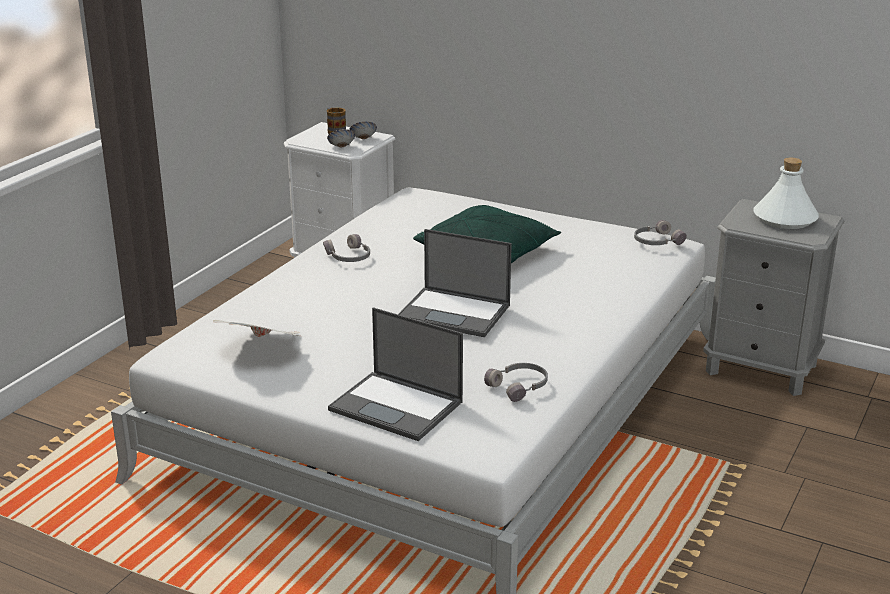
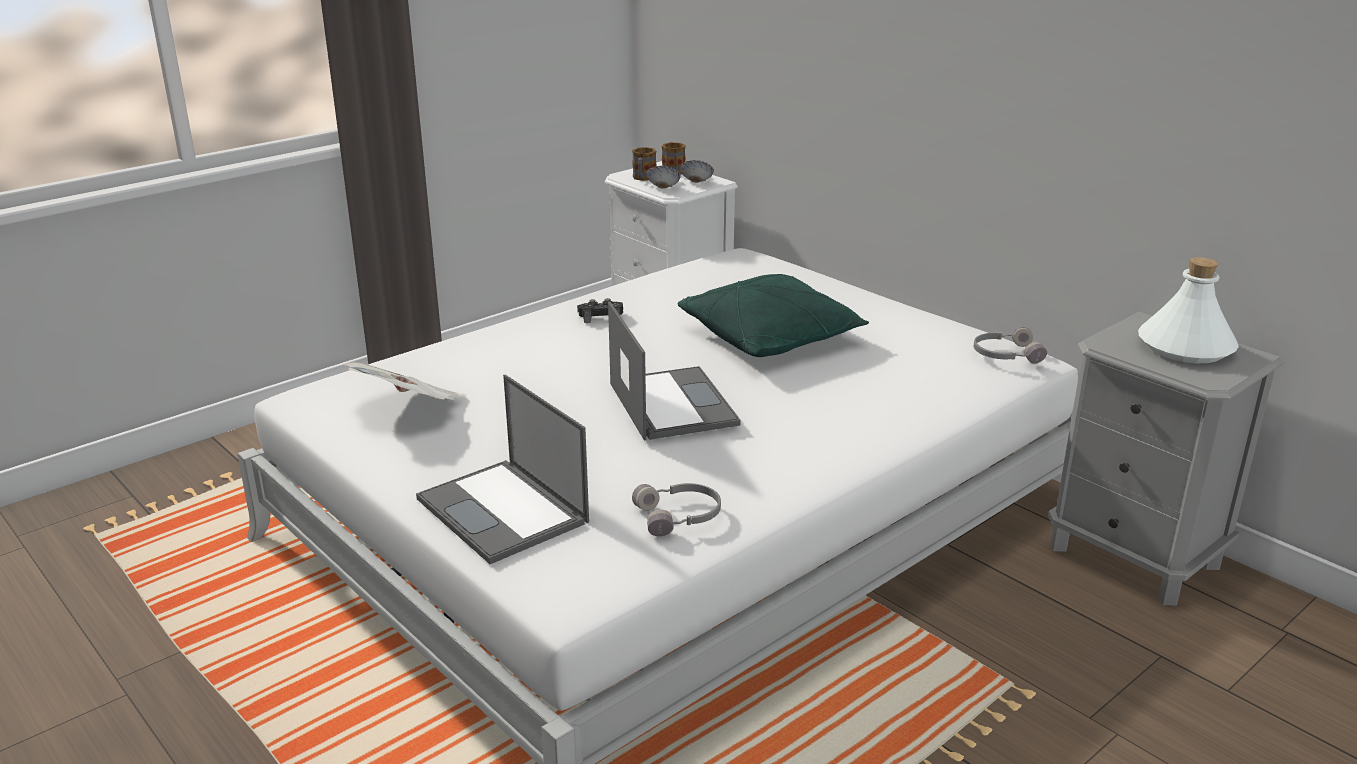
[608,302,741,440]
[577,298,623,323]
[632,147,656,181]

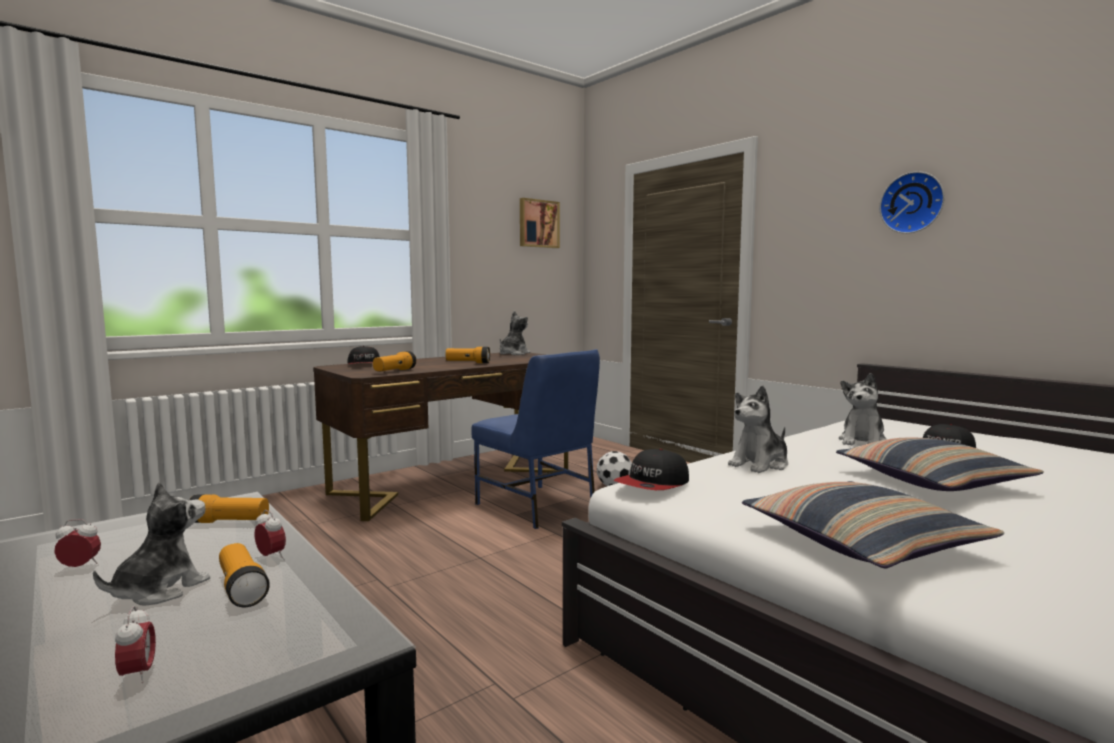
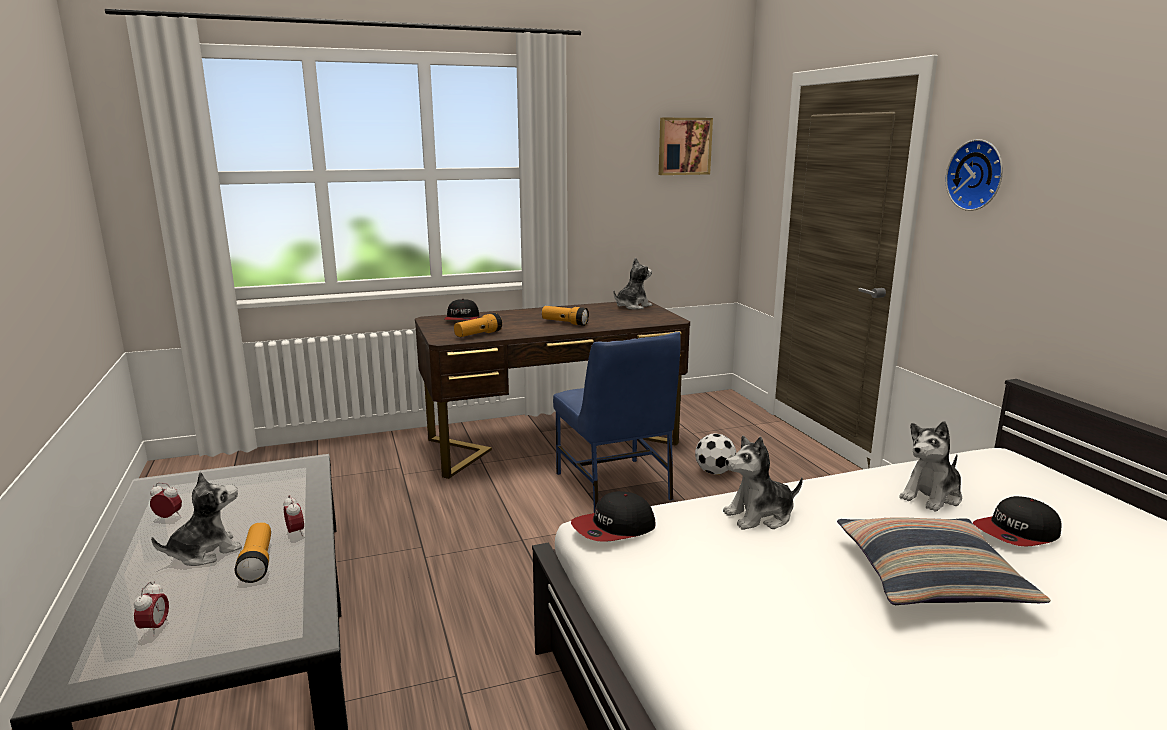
[946,139,1003,211]
[742,481,1005,569] (first image)
[189,494,269,523] (first image)

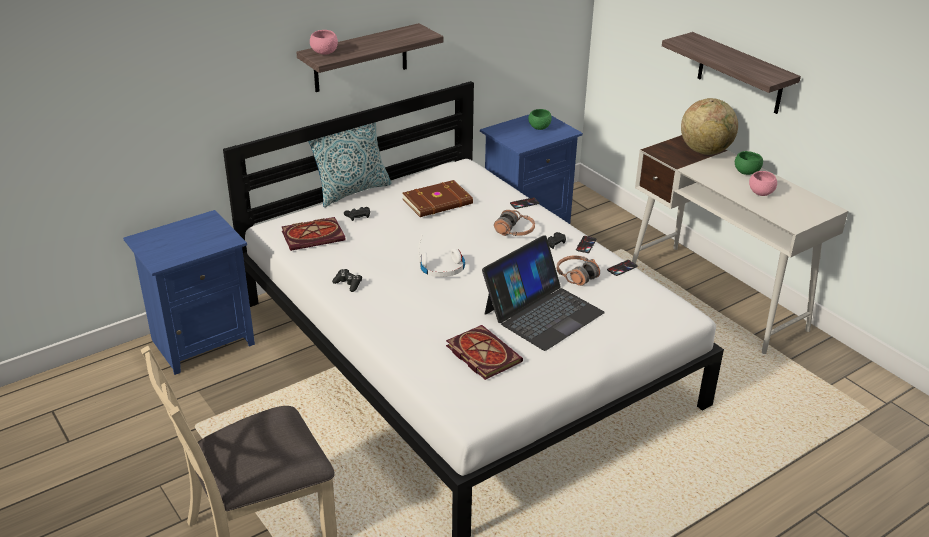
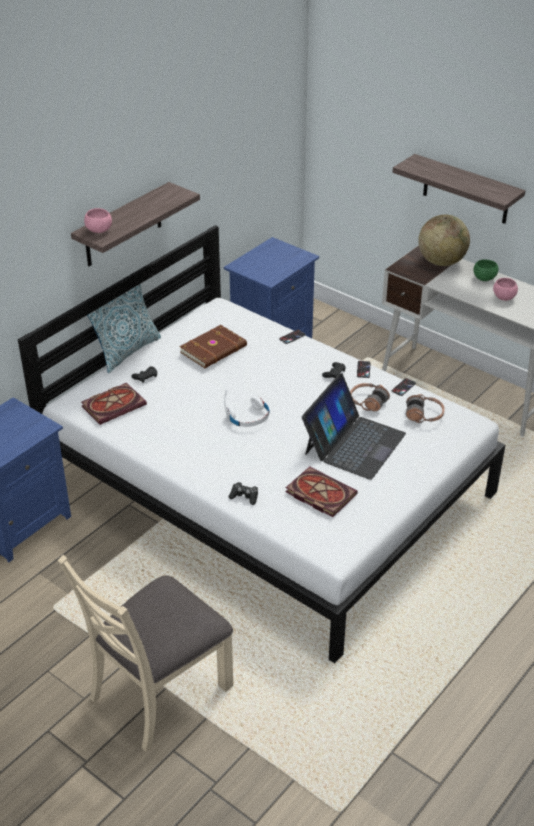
[528,109,552,130] (first image)
[406,394,444,423]
[229,482,258,505]

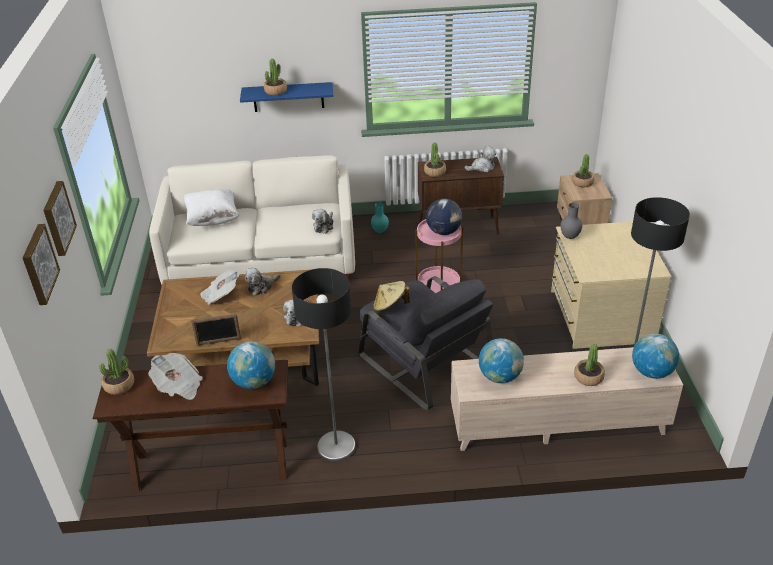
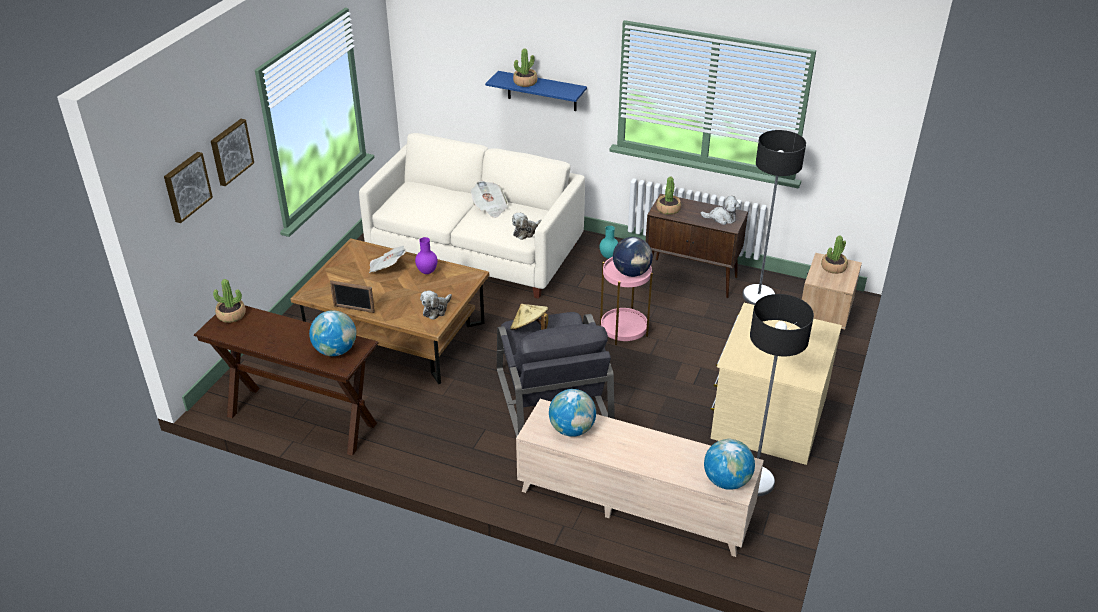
[183,189,239,226] (first image)
[561,203,582,239] (first image)
[415,237,437,274]
[742,130,806,305]
[574,344,605,386] (first image)
[471,180,509,218]

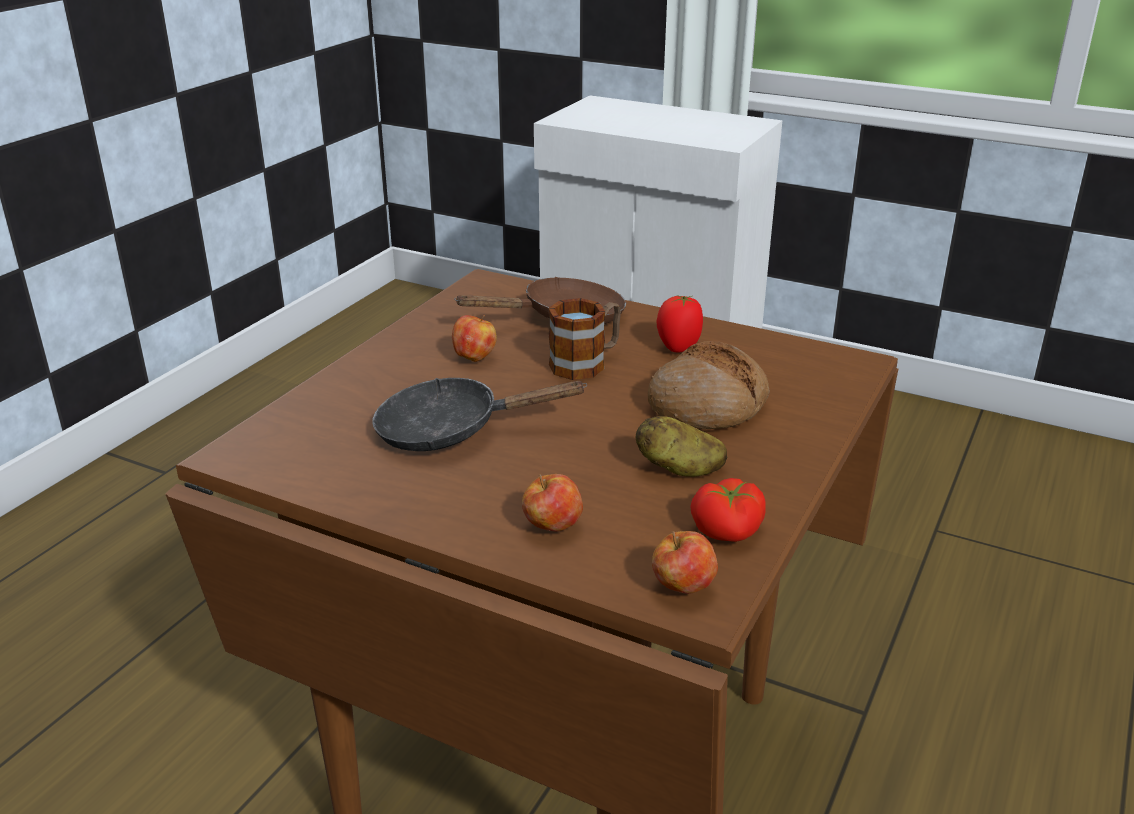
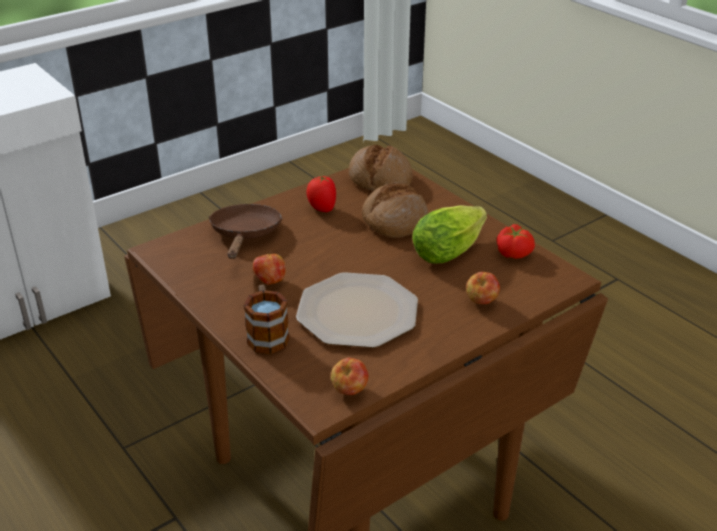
[244,285,289,354]
[296,272,418,348]
[412,205,487,264]
[331,358,368,395]
[349,145,413,191]

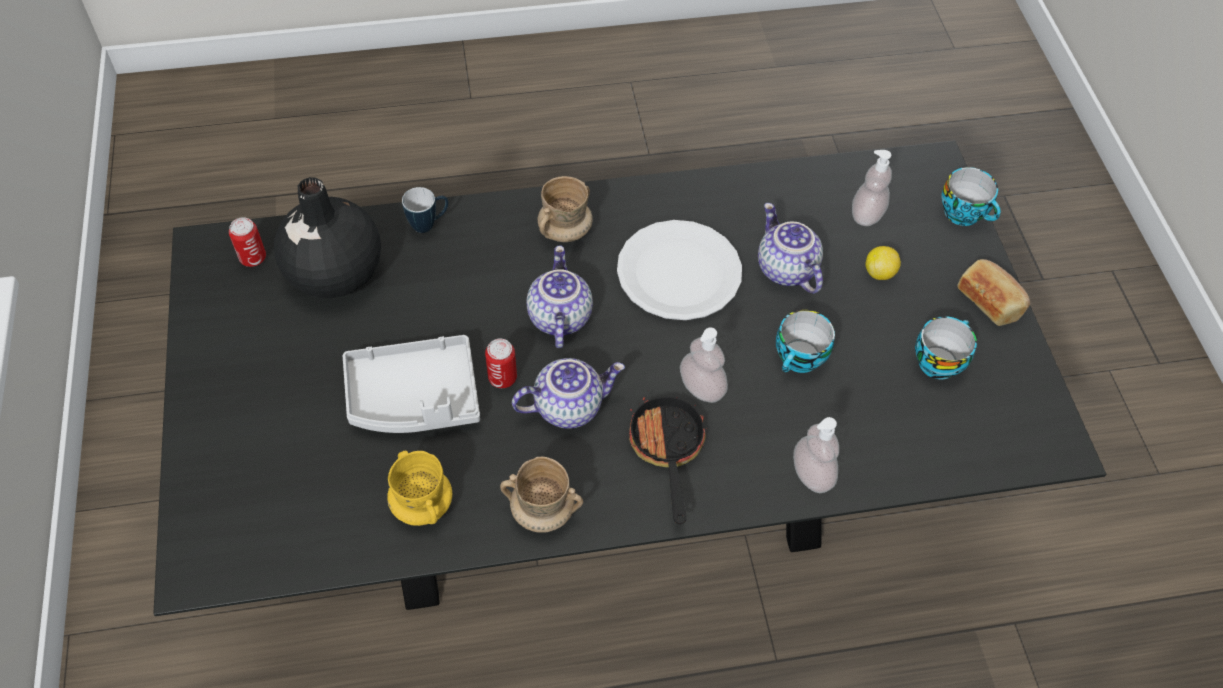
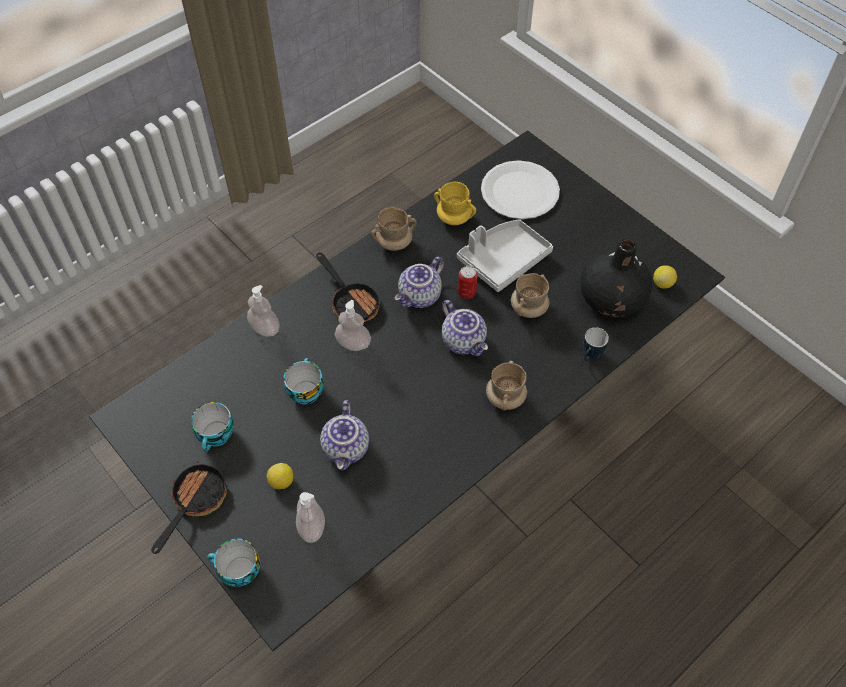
[320,400,369,471]
[653,265,677,288]
[481,160,560,219]
[151,461,227,554]
[511,273,549,318]

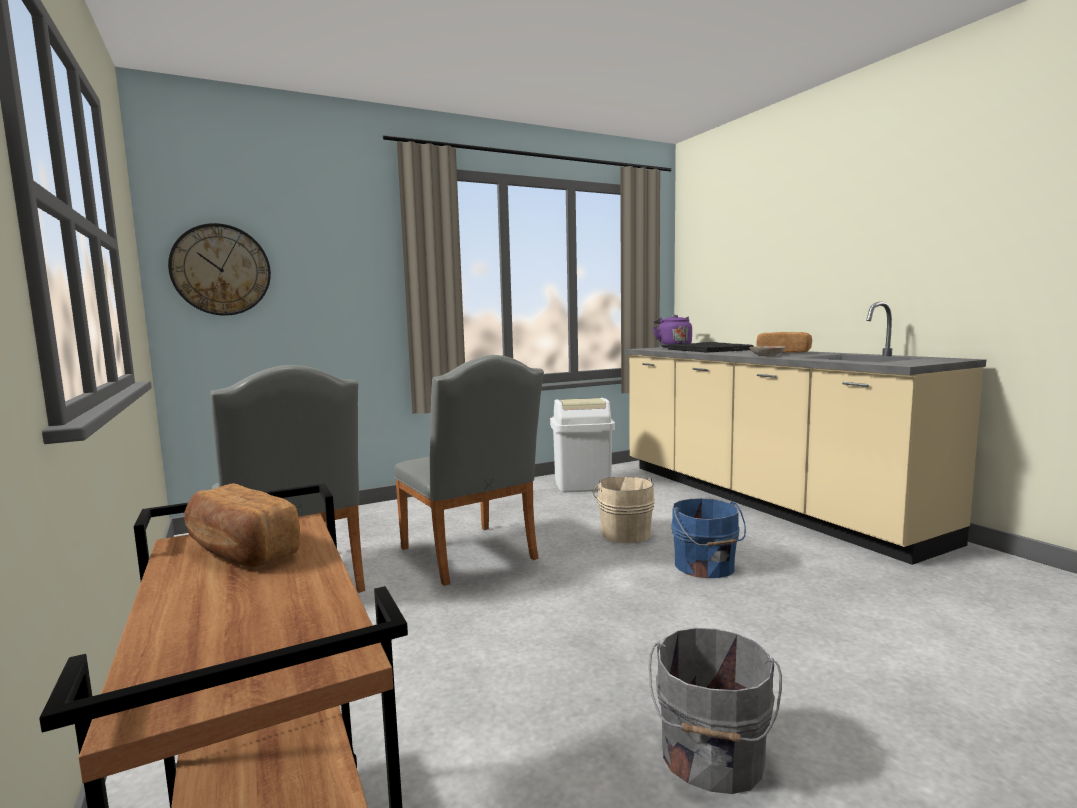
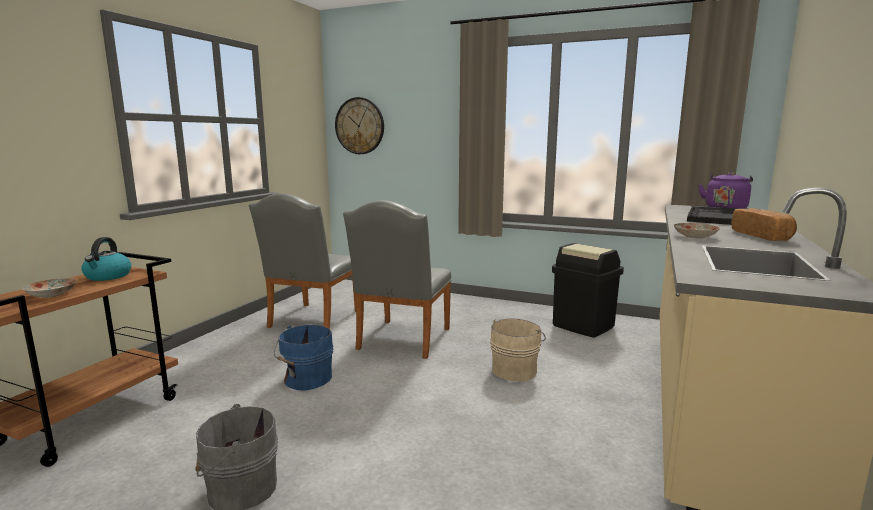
[552,243,624,338]
[81,237,131,281]
[274,325,334,391]
[22,278,77,298]

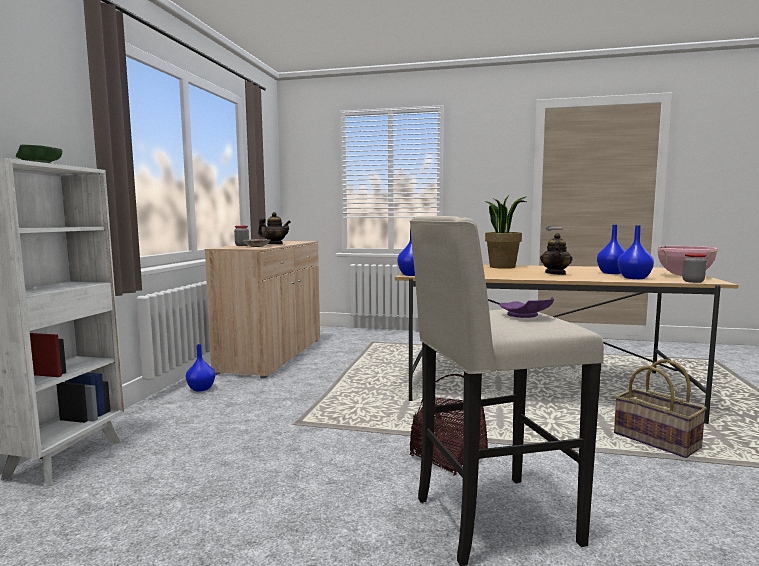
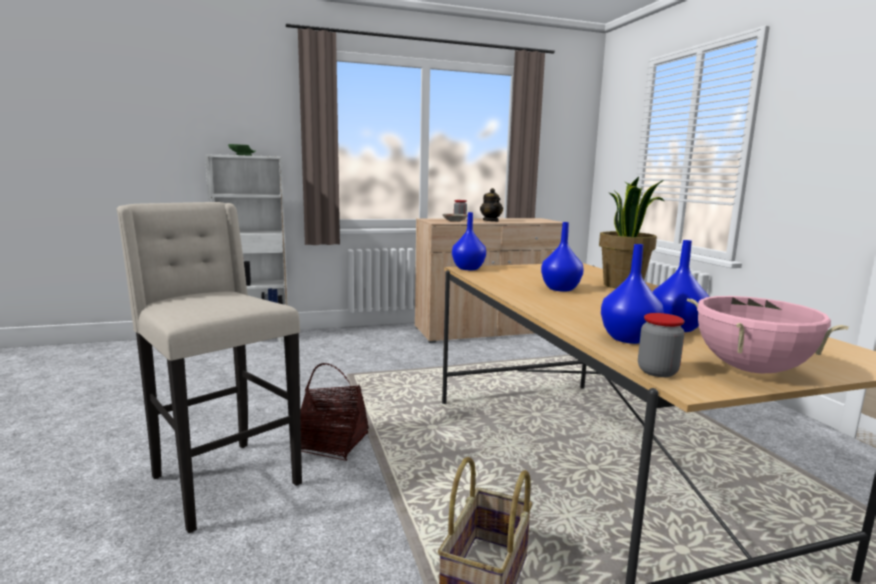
[540,233,573,275] (first image)
[500,297,554,318] (first image)
[541,222,584,292]

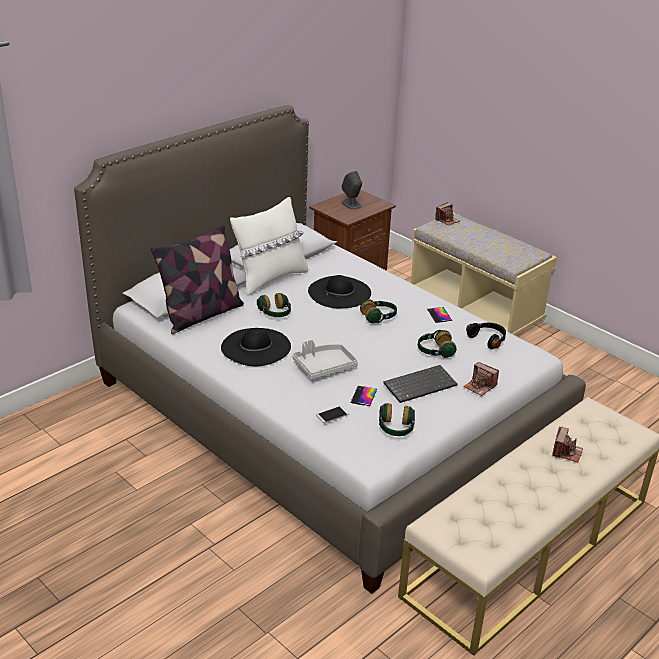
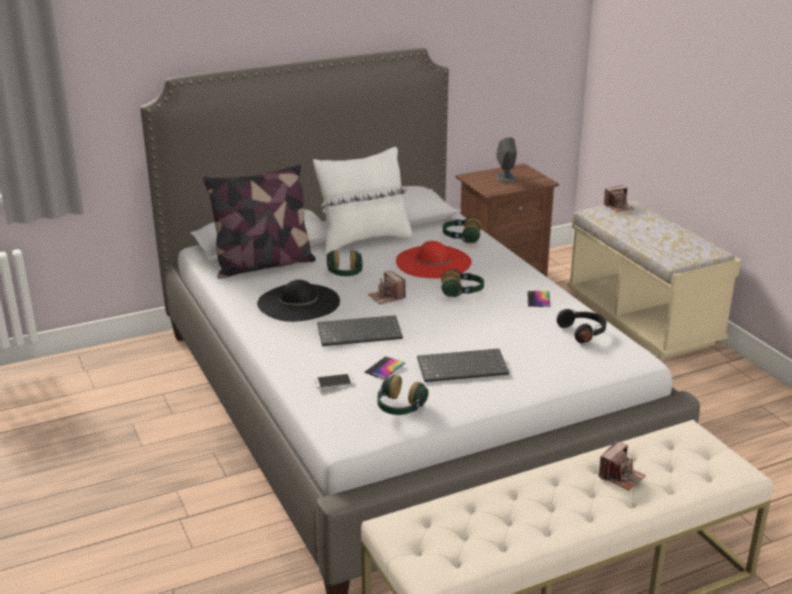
[396,241,472,278]
[443,217,482,243]
[317,315,403,346]
[368,270,406,304]

